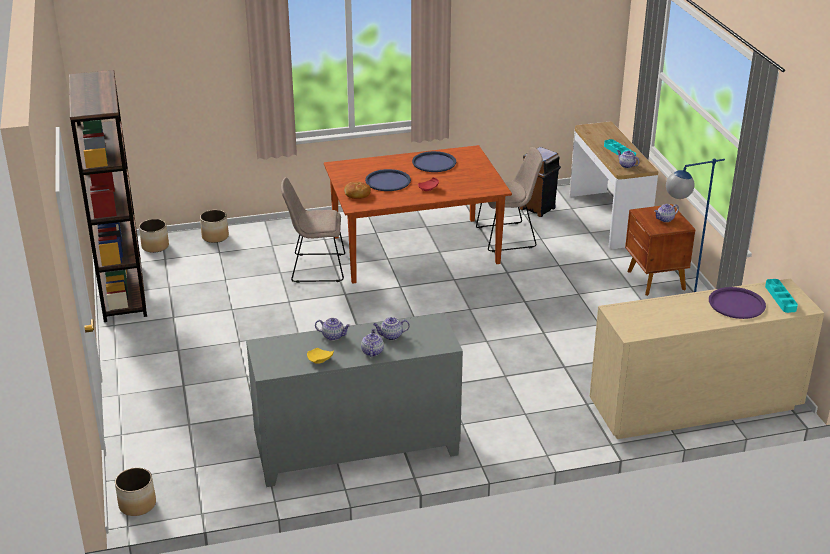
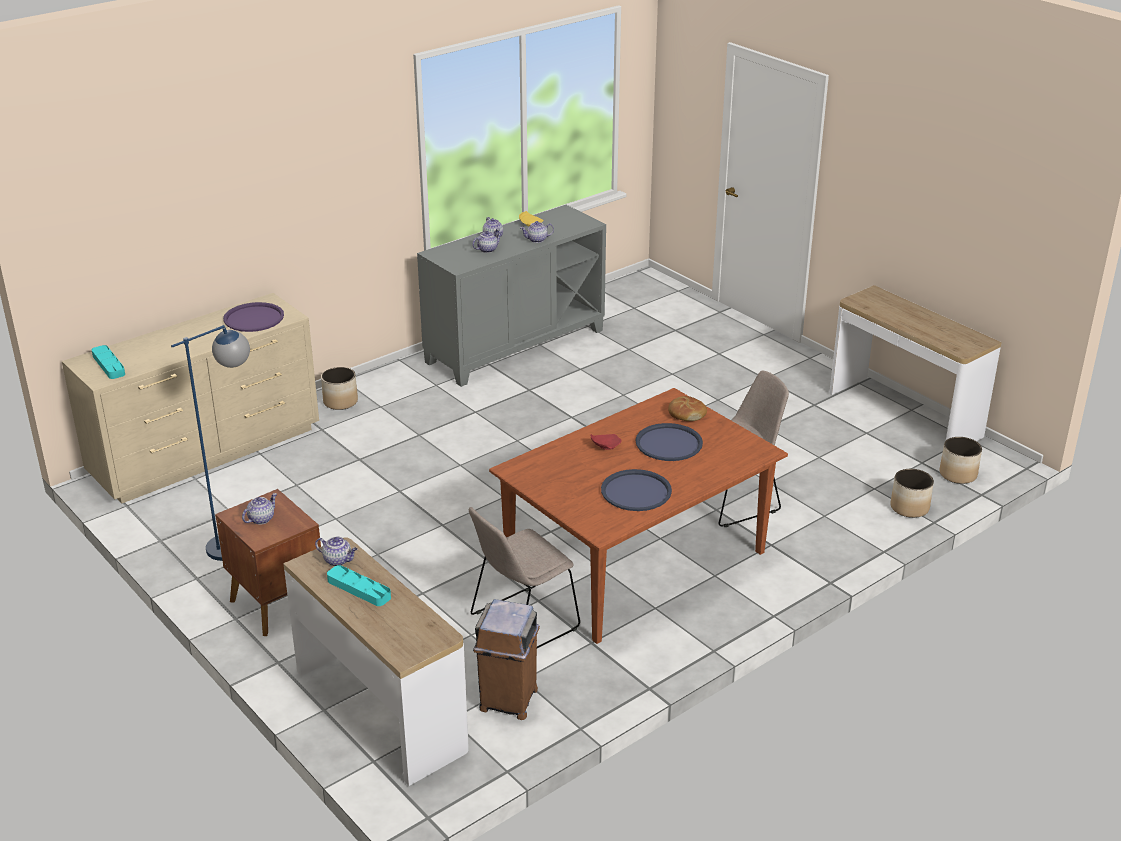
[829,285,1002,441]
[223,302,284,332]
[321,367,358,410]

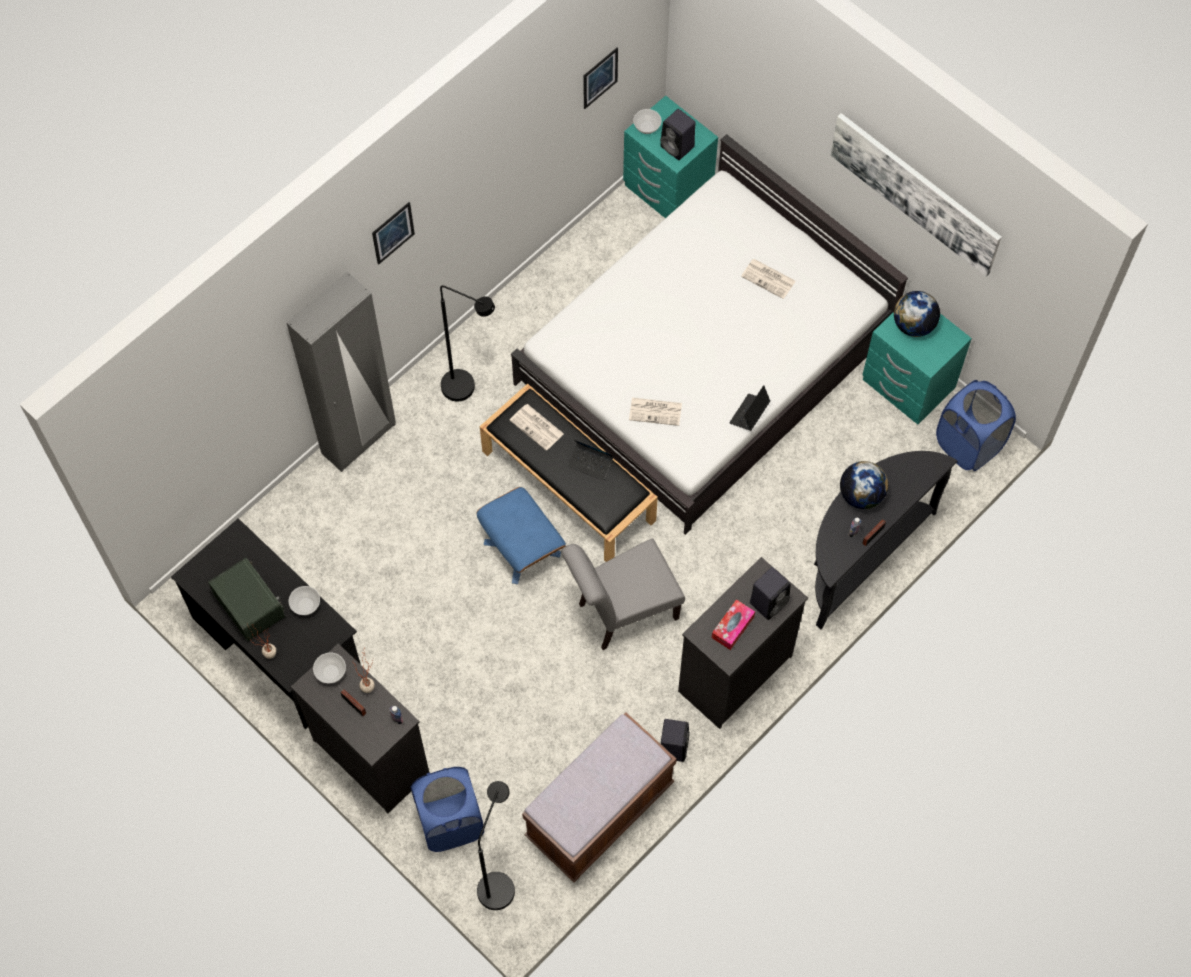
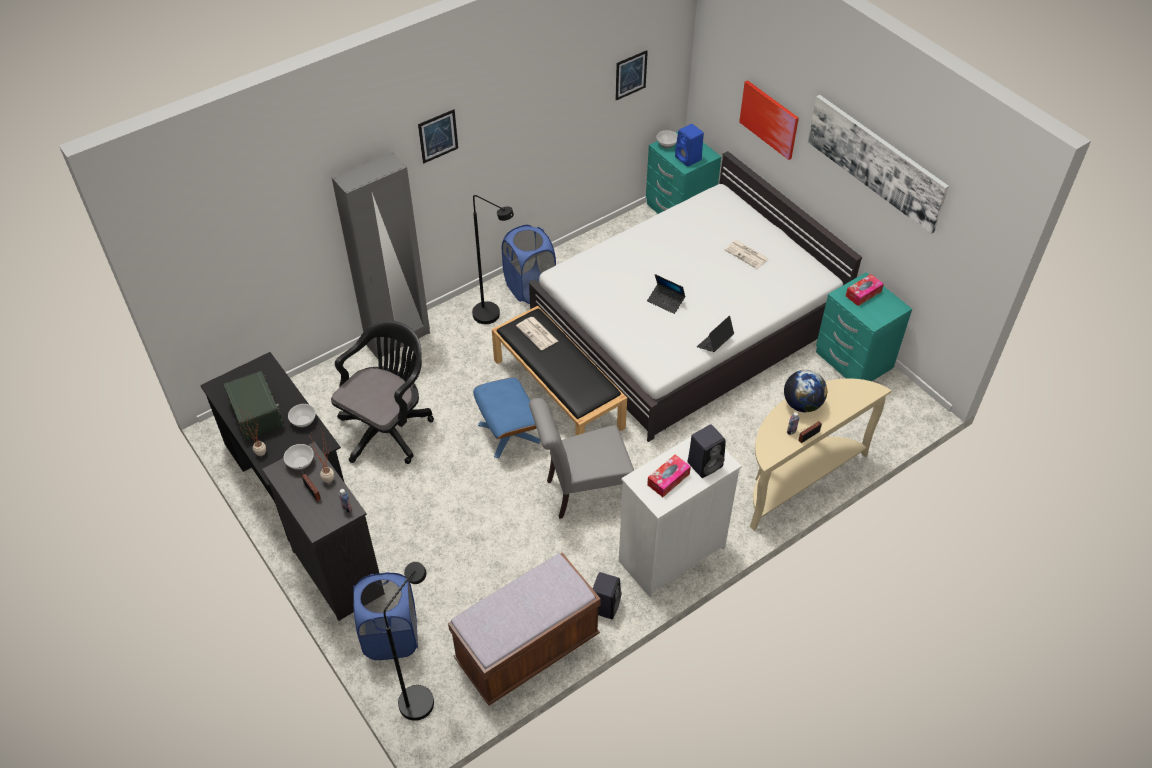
[675,124,704,167]
[846,274,884,306]
[502,225,556,304]
[629,398,682,426] (first image)
[647,274,685,314]
[750,378,891,530]
[619,437,742,597]
[739,80,799,160]
[331,321,434,464]

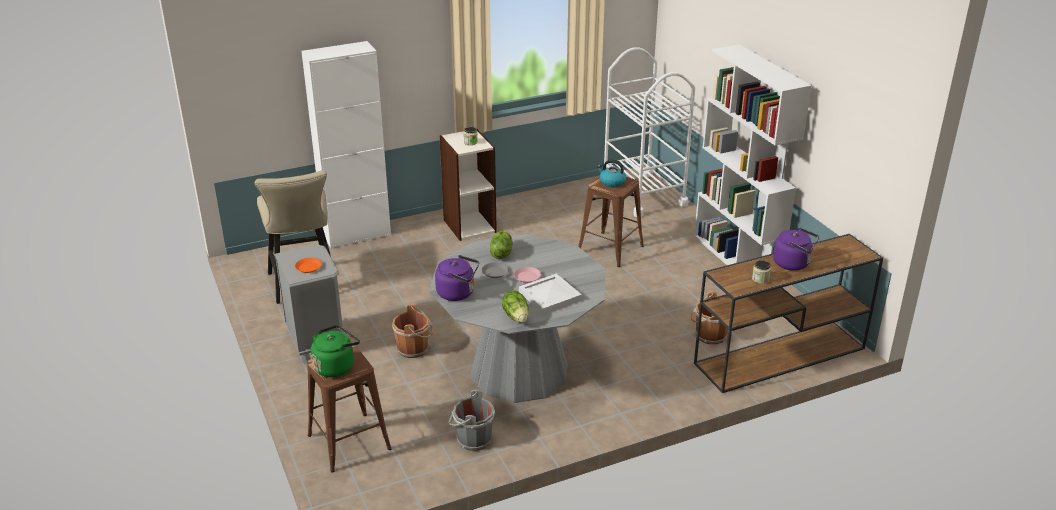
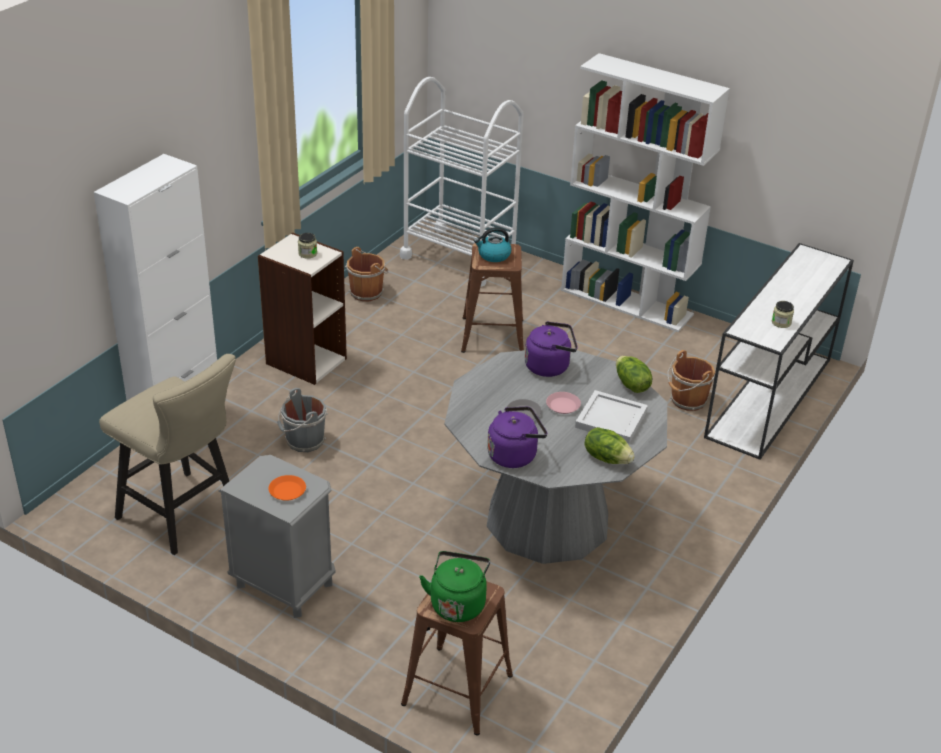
[525,321,578,377]
[616,356,652,393]
[704,243,854,460]
[345,247,388,302]
[277,388,328,452]

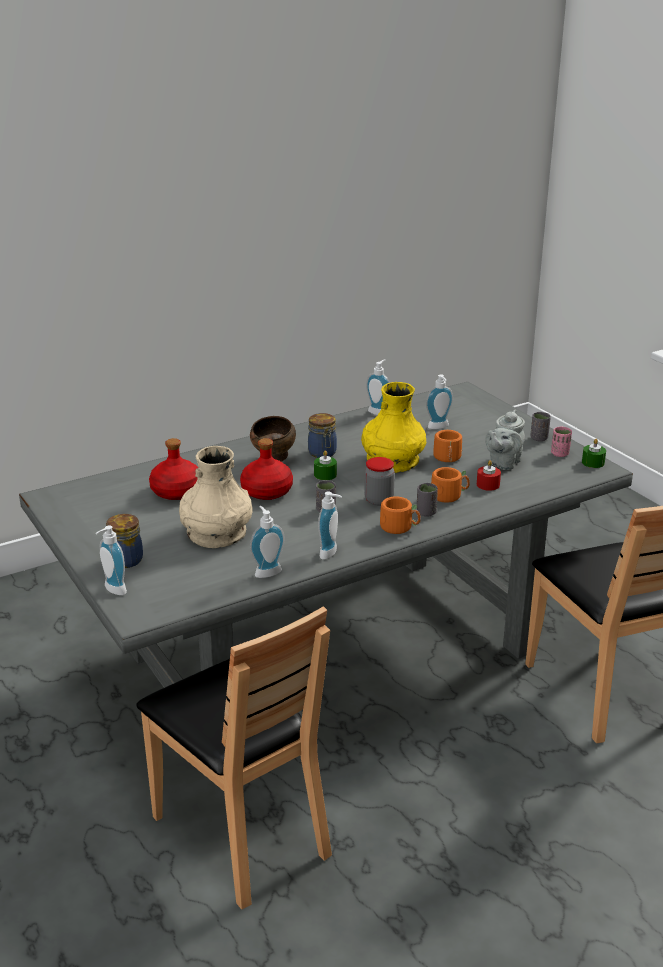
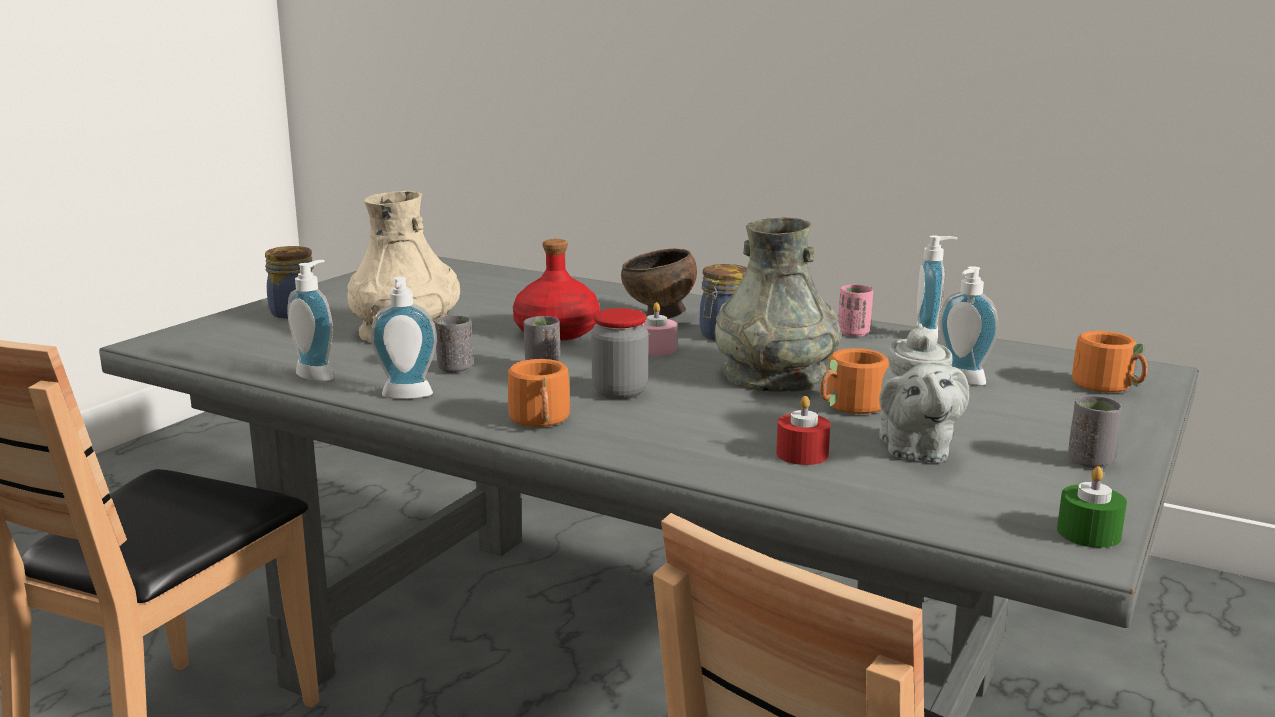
[714,217,841,392]
[879,323,969,463]
[838,285,873,337]
[149,438,198,500] (first image)
[643,302,677,356]
[1072,331,1148,392]
[435,316,473,373]
[96,525,127,595] (first image)

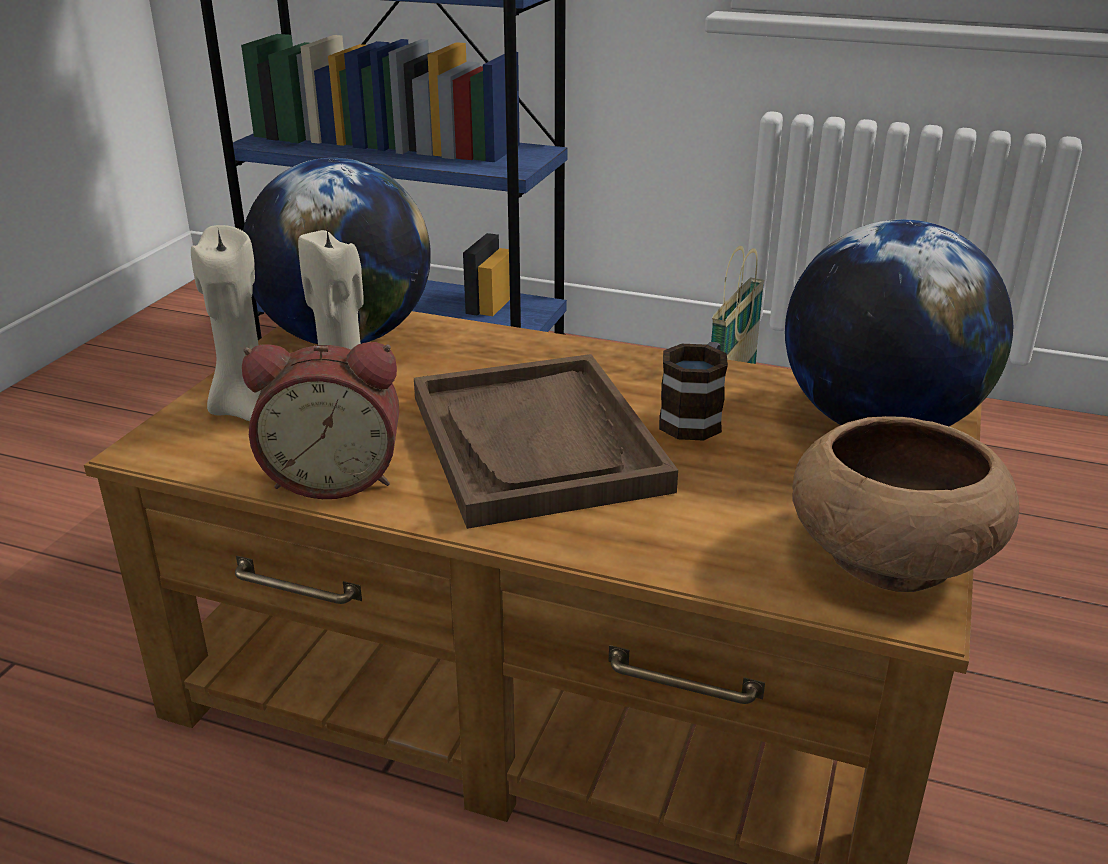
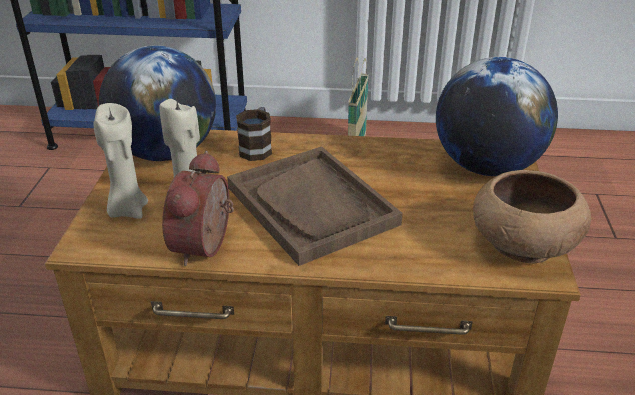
[162,151,234,266]
[236,107,272,161]

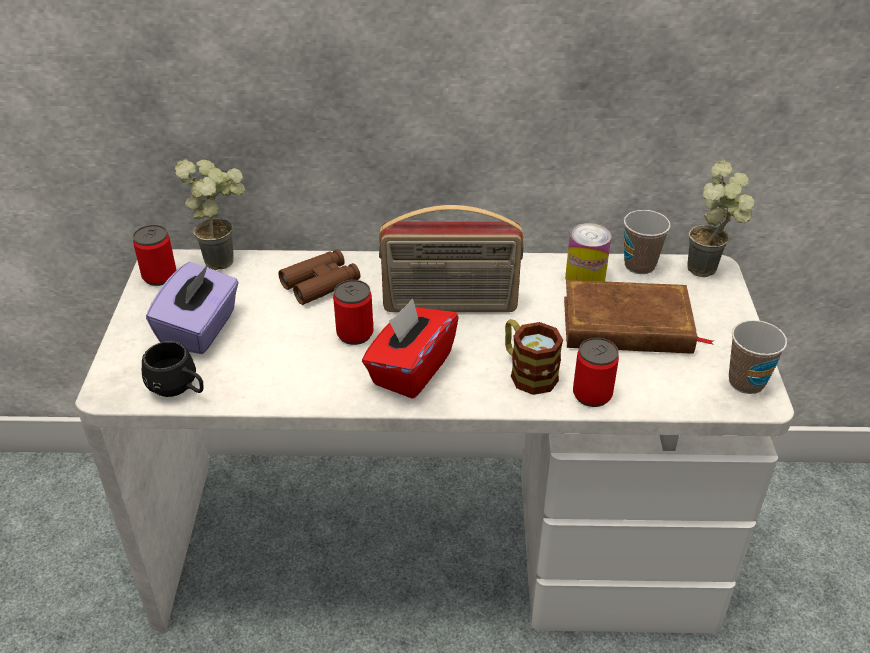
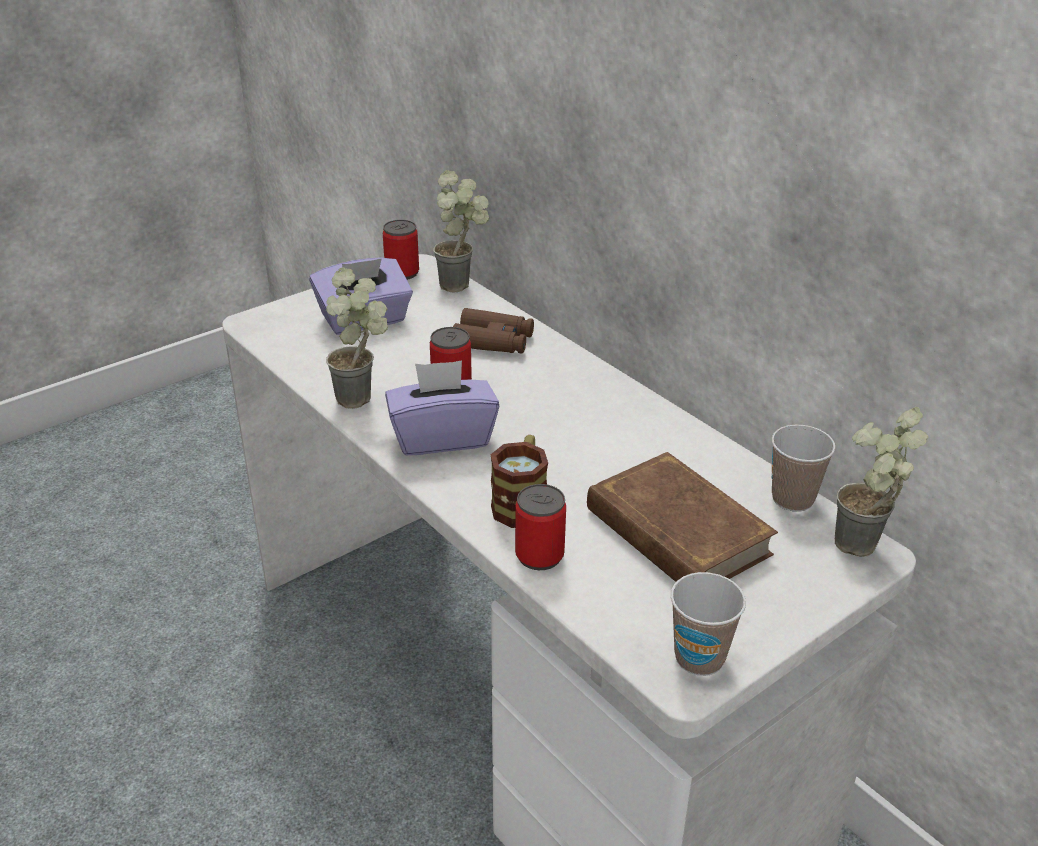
[379,205,523,312] (first image)
[565,223,611,282] (first image)
[385,360,499,455]
[142,341,204,397] (first image)
[326,267,388,409]

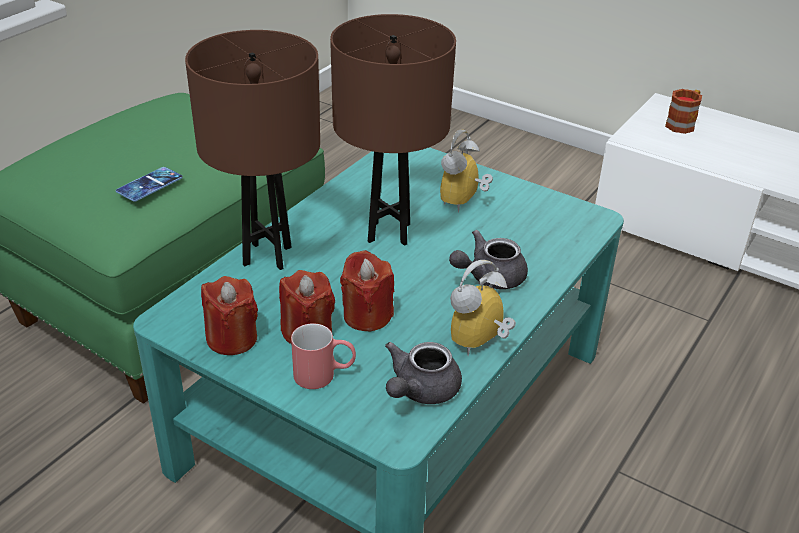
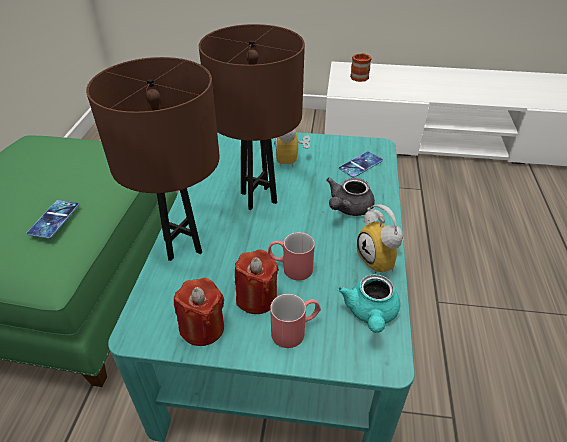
[268,232,315,281]
[357,204,403,274]
[338,274,400,333]
[339,151,383,178]

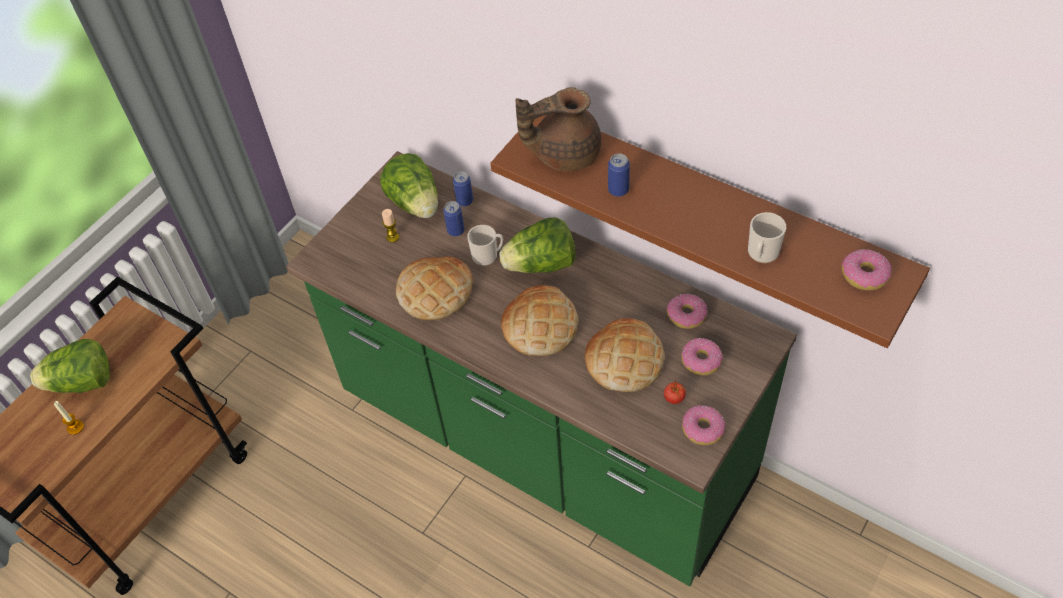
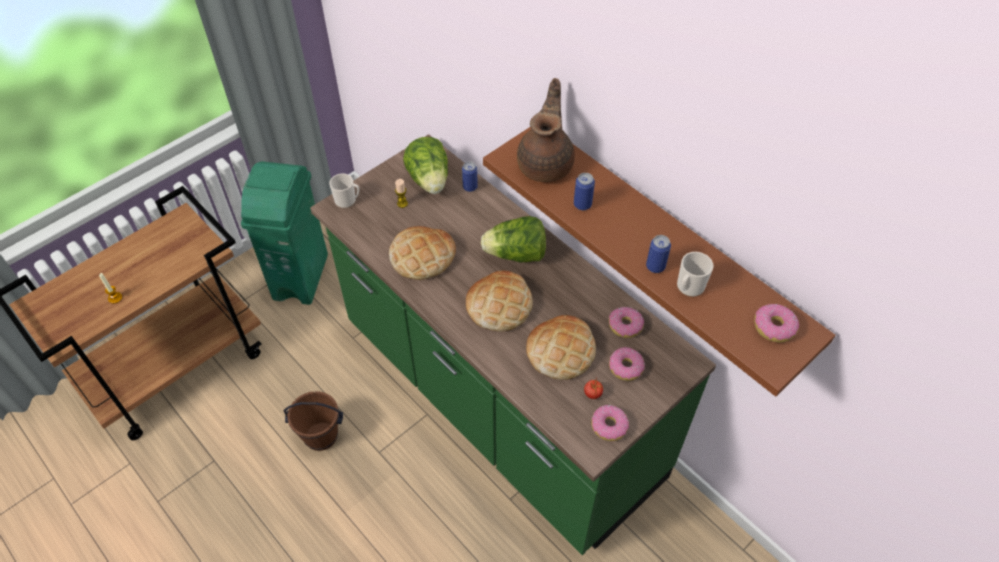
[517,78,575,182]
[646,235,671,273]
[329,174,359,208]
[30,339,110,393] (first image)
[241,161,328,305]
[283,391,343,451]

